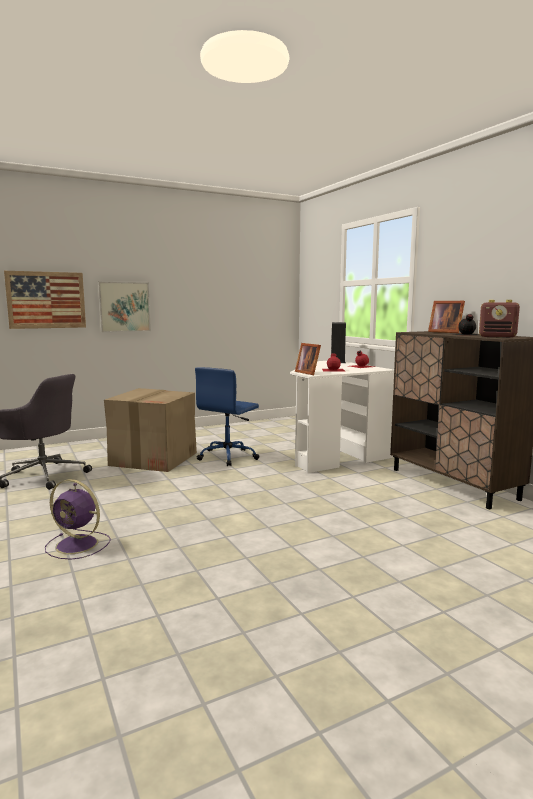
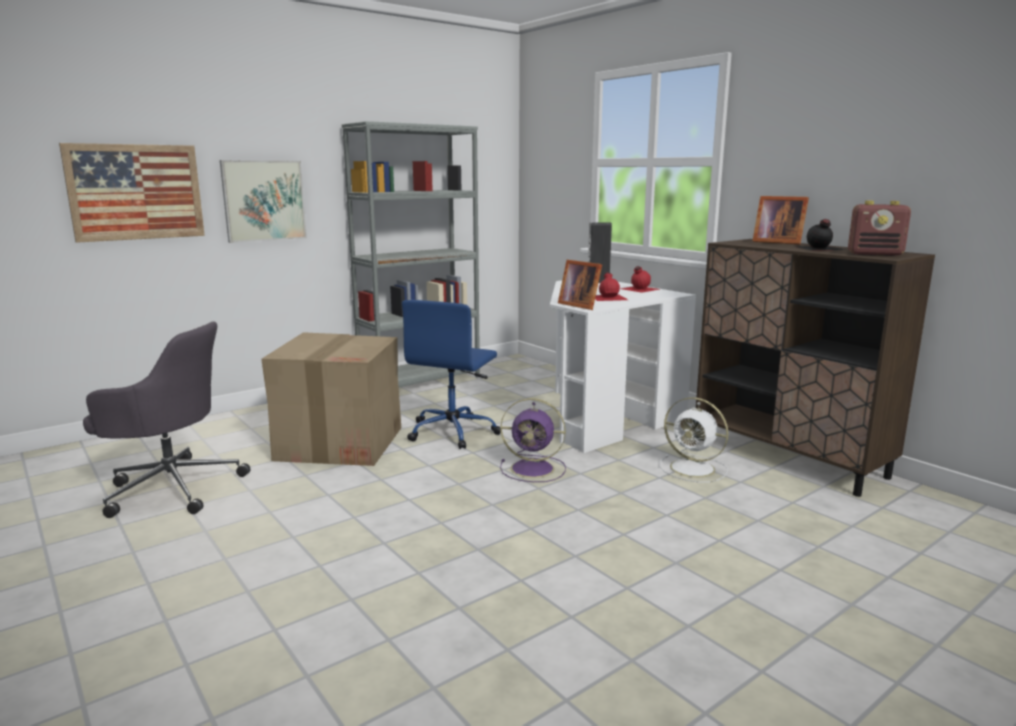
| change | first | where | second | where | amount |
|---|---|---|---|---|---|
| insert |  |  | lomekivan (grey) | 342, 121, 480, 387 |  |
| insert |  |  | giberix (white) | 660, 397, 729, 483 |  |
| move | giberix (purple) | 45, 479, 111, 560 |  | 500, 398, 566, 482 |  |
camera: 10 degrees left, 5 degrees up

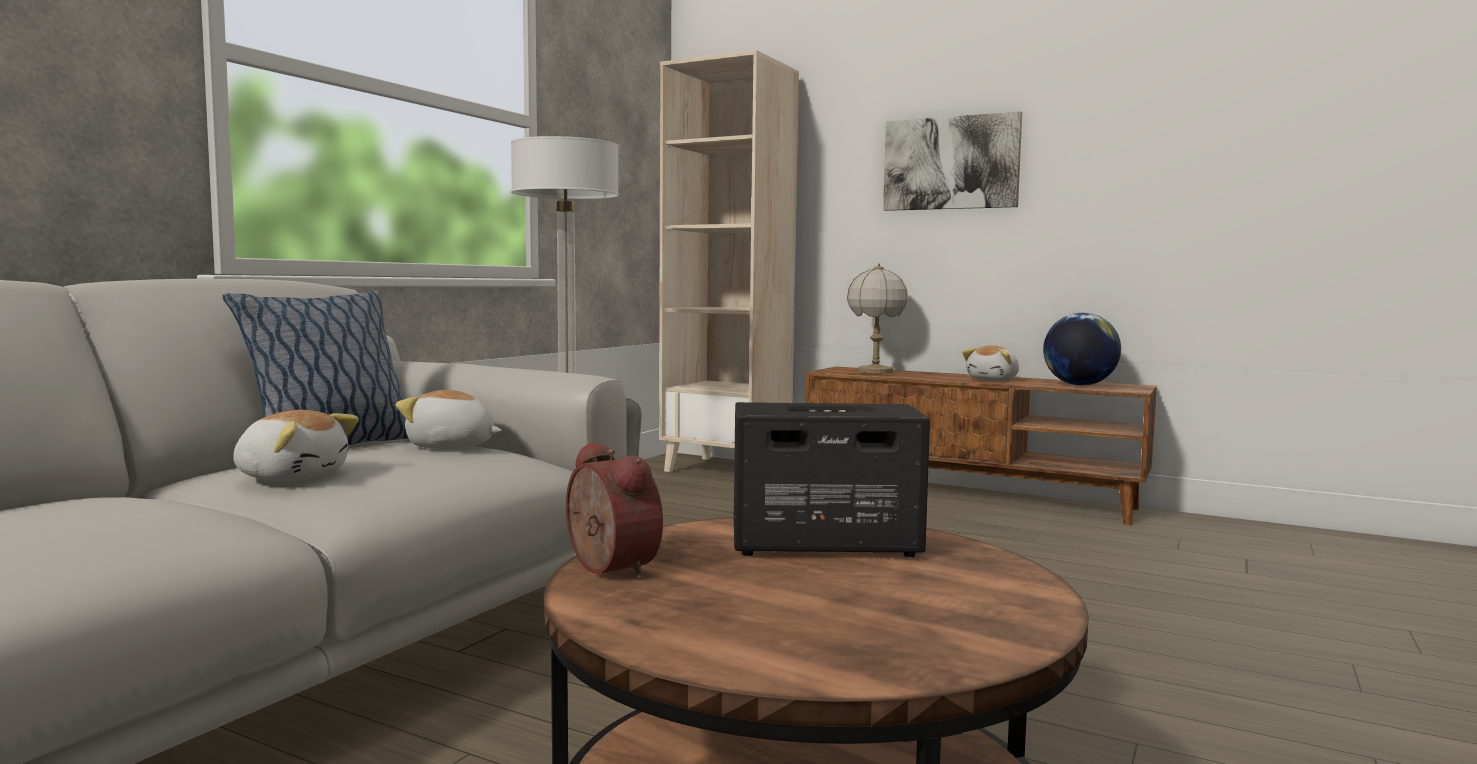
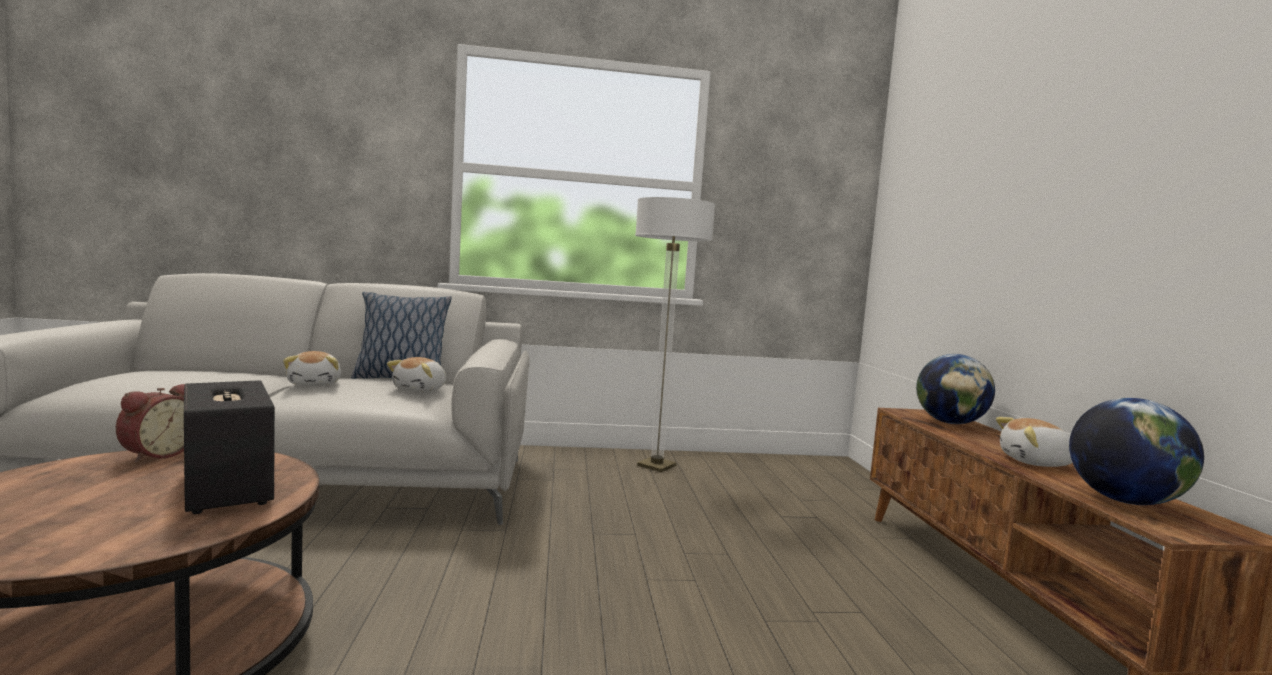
| change | first | where | second | where | amount |
|---|---|---|---|---|---|
| delete | lomekivan (beige) | 659, 50, 799, 472 |  |  |  |
| delete | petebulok | 883, 111, 1022, 211 |  |  |  |
| replace | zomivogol | 847, 263, 908, 374 | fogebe | 916, 354, 995, 424 |  |
| rotate | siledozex | 396, 390, 502, 449 |  | 387, 357, 446, 392 | 135 degrees counterclockwise |
camera: 55 degrees right, 0 degrees up

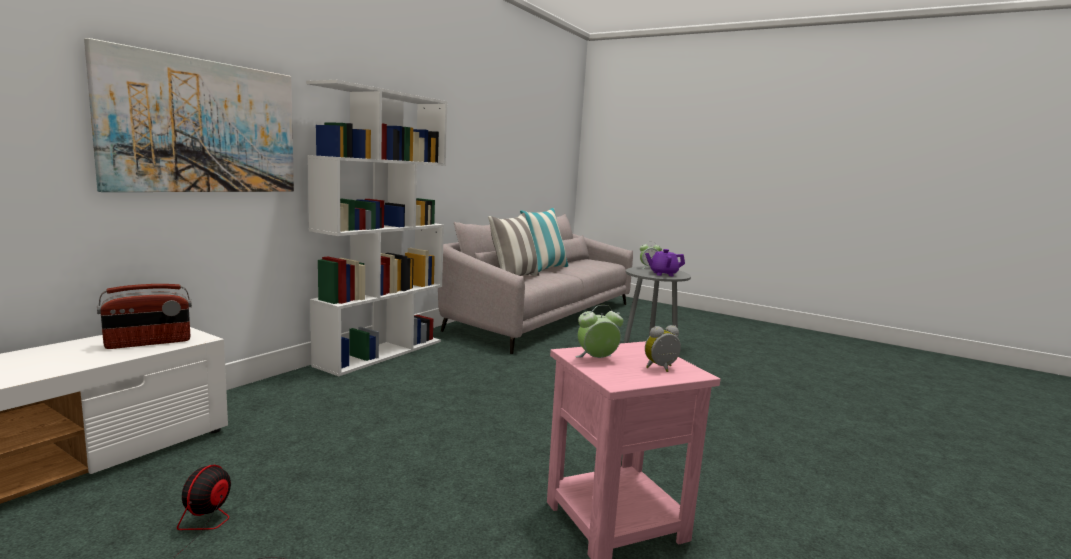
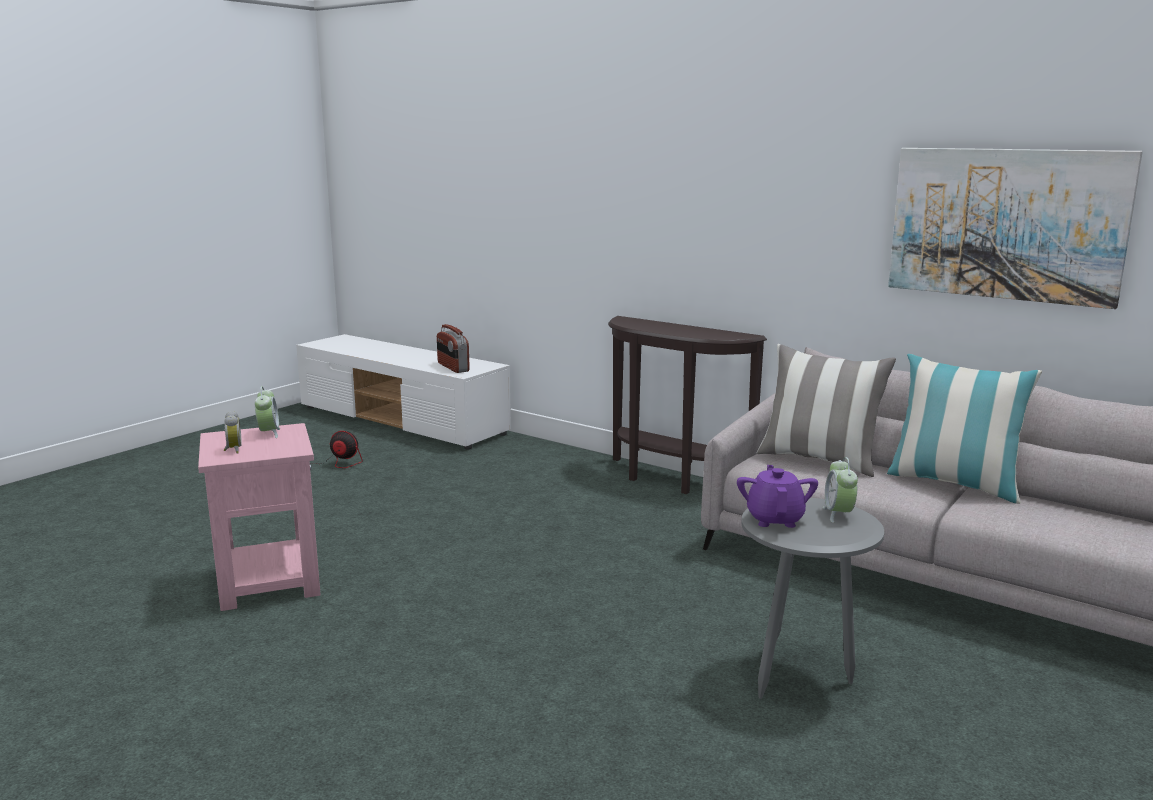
| change | first | where | second | where | amount |
|---|---|---|---|---|---|
| move | petebulok | 84, 38, 294, 192 |  | 888, 148, 1143, 309 |  |
| replace | lomekivan (white) | 306, 80, 448, 376 | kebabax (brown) | 608, 316, 767, 494 |  |
camera: 95 degrees right, 5 degrees up

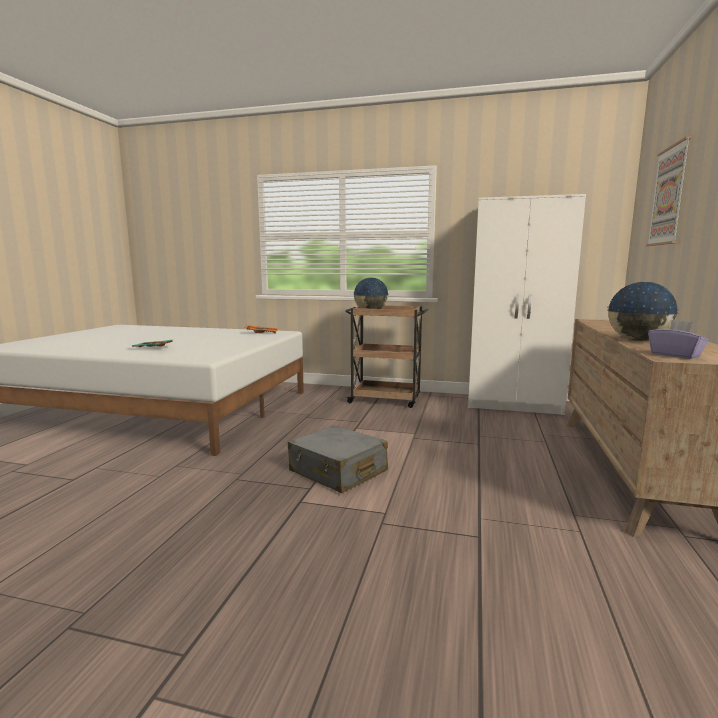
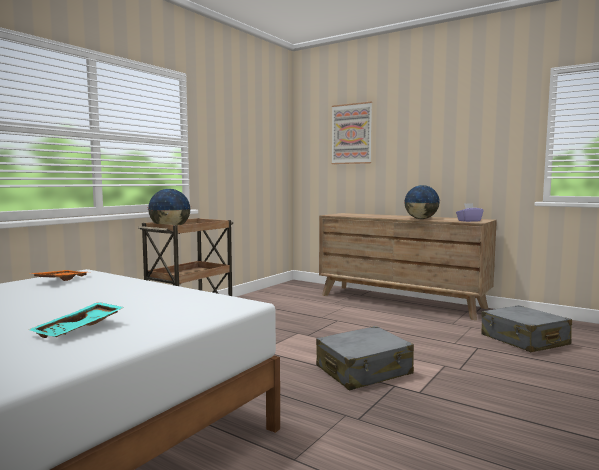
| change | first | where | second | where | amount |
|---|---|---|---|---|---|
| delete | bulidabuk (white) | 468, 194, 586, 415 |  |  |  |
| insert |  |  | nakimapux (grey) | 481, 305, 572, 352 |  |
camera: 70 degrees left, 5 degrees down

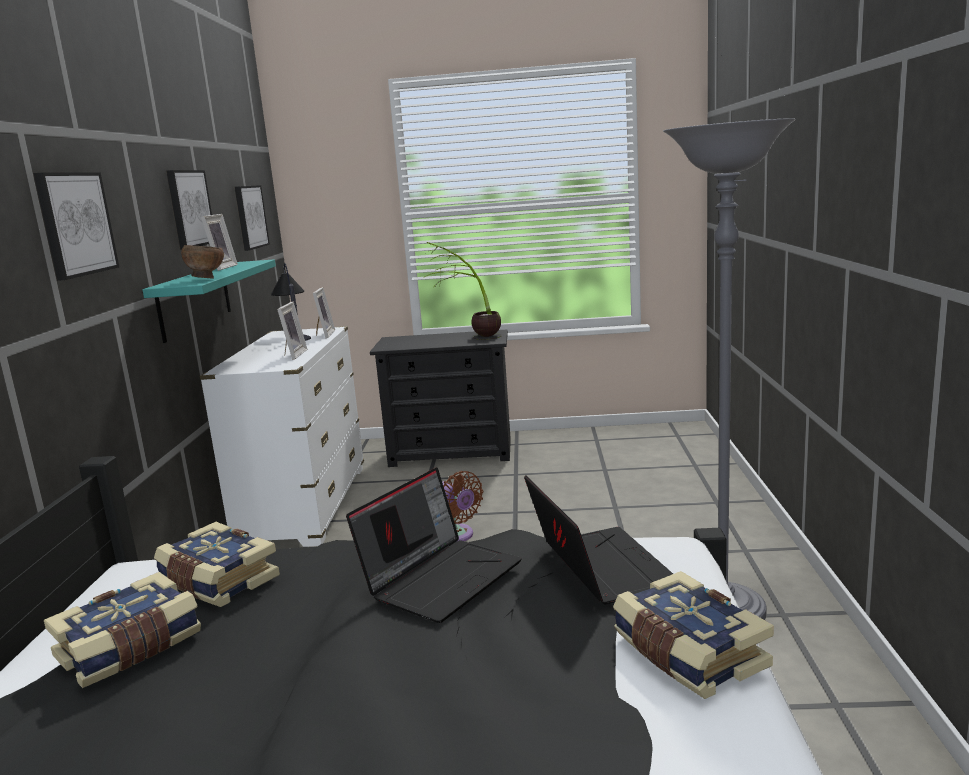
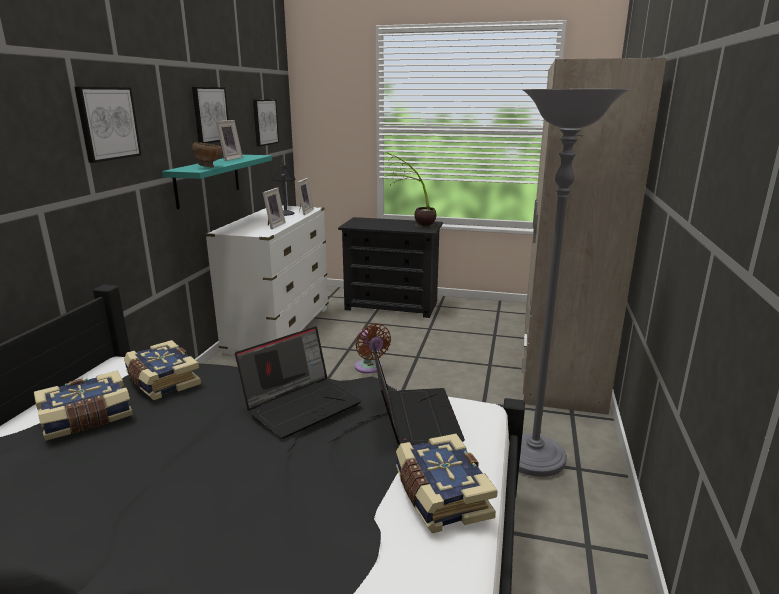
| change | first | where | second | where | amount |
|---|---|---|---|---|---|
| insert |  |  | bulidabuk (beige) | 522, 58, 667, 415 |  |
camera: 10 degrees right, 5 degrees up

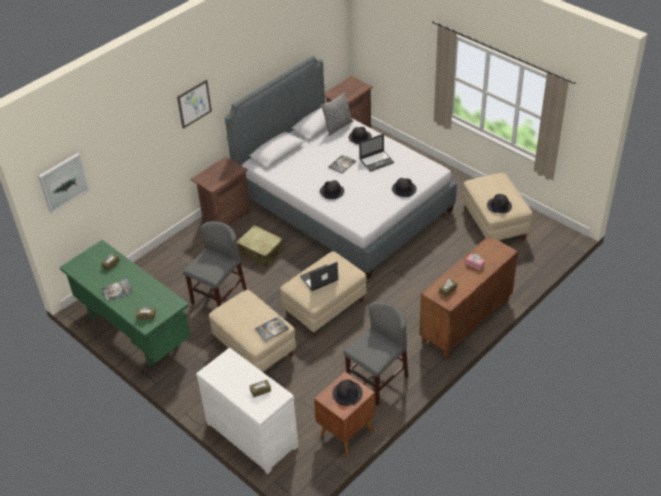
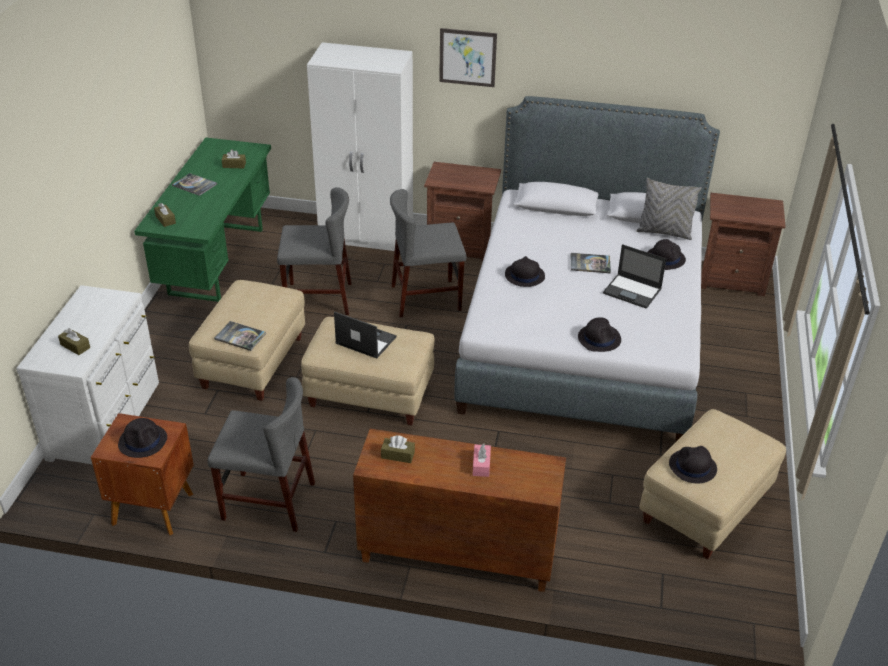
| change | first | where | second | where | amount |
|---|---|---|---|---|---|
| delete | petebulok | 38, 153, 89, 213 |  |  |  |
| insert |  |  | bulidabuk (white) | 307, 42, 413, 251 |  |
| replace | nakimapux (beige) | 237, 225, 284, 266 | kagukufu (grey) | 390, 189, 466, 317 |  |
camera: 55 degrees right, 5 degrees down

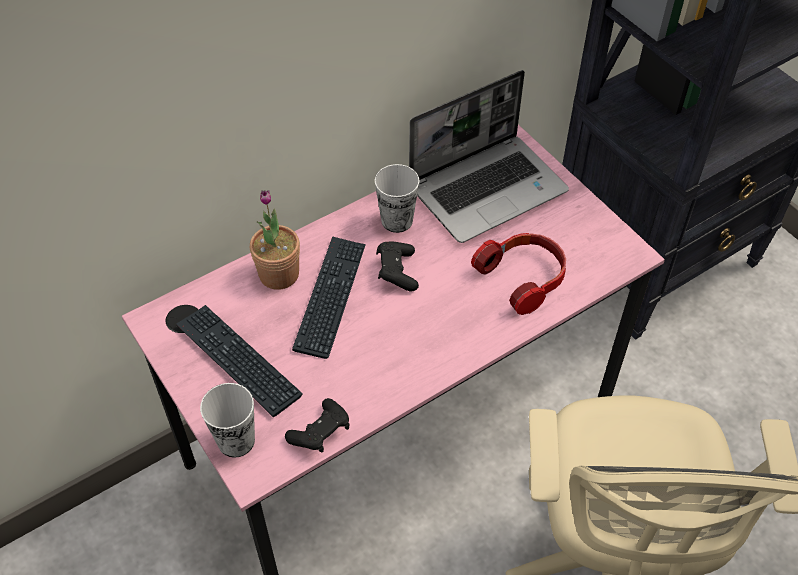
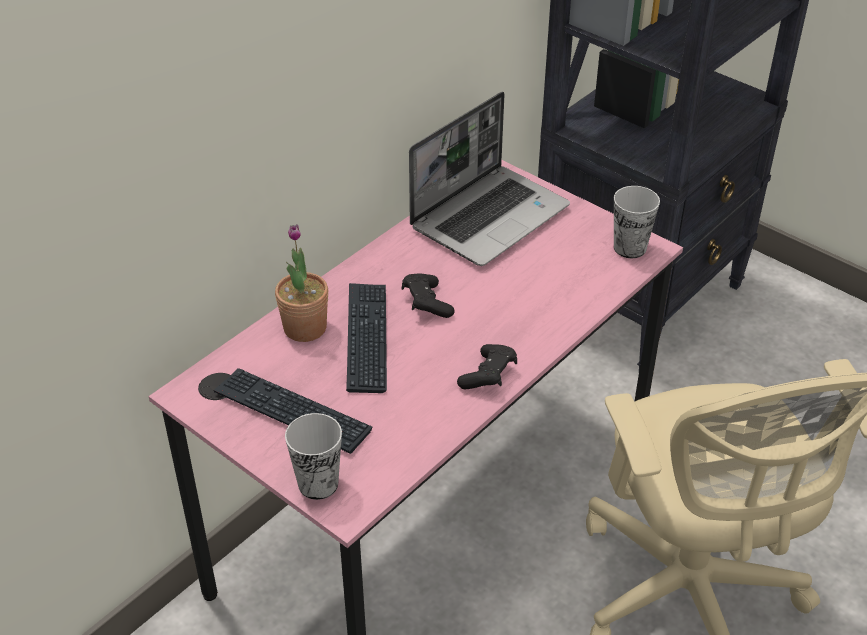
| change | first | where | second | where | amount |
|---|---|---|---|---|---|
| delete | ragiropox | 471, 233, 566, 315 |  |  |  |
| move | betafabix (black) | 285, 398, 349, 452 |  | 457, 344, 517, 389 |  |
| move | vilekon | 375, 164, 419, 233 |  | 614, 186, 660, 258 |  |
camera: 15 degrees left, 10 degrees down

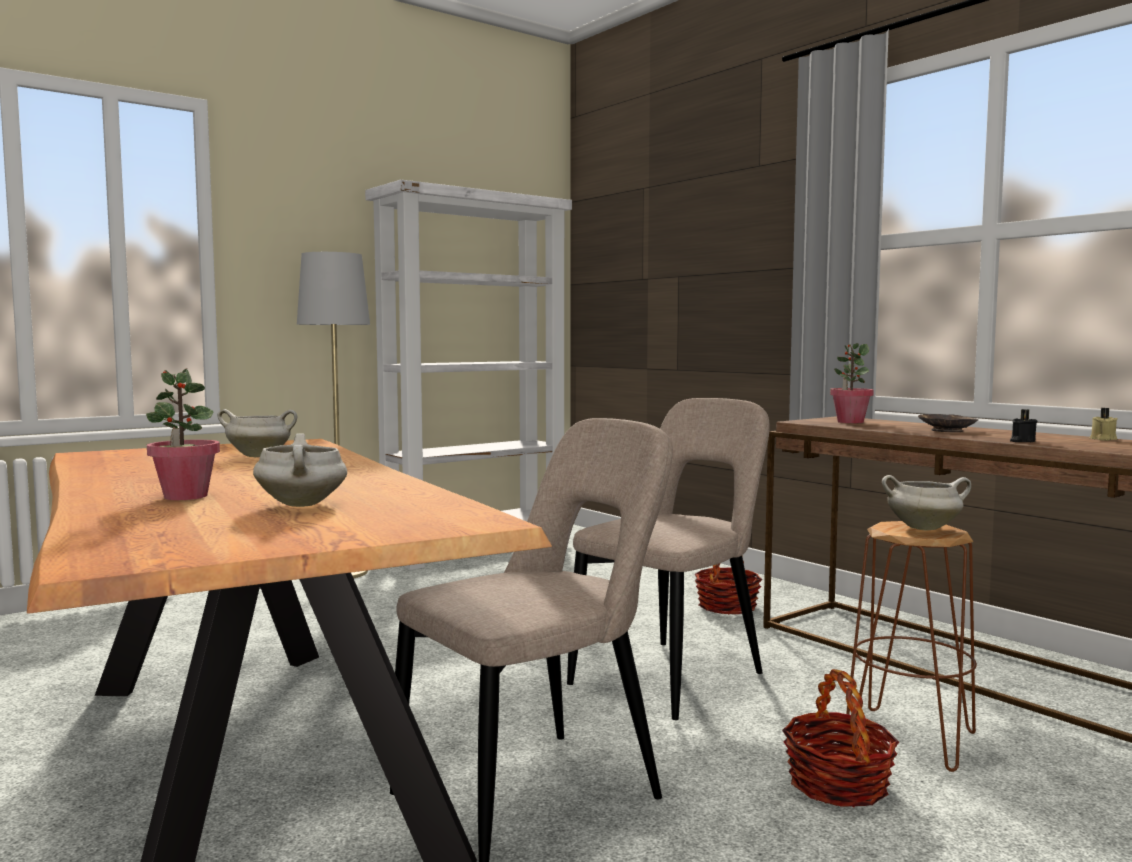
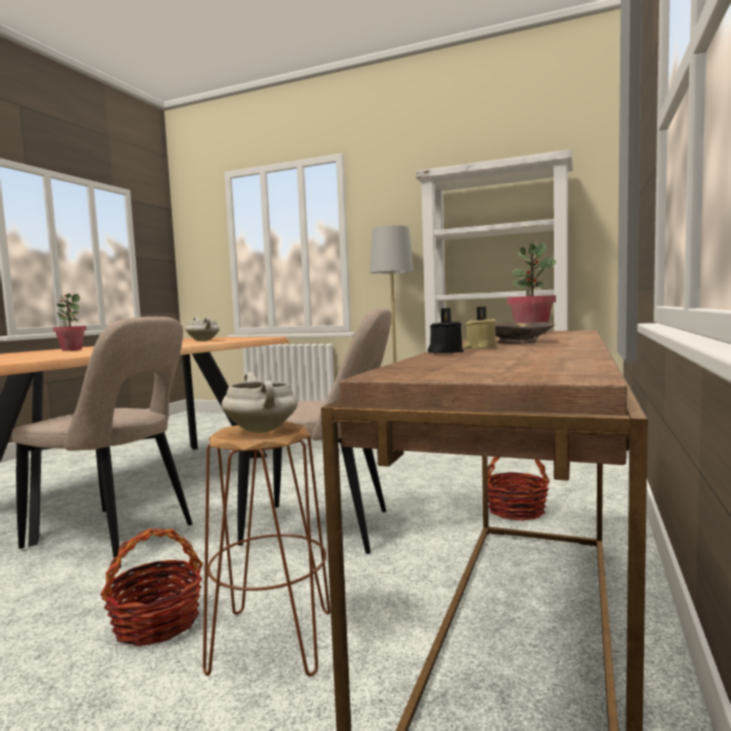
| change | first | where | second | where | amount |
|---|---|---|---|---|---|
| delete | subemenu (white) | 253, 433, 347, 507 |  |  |  |
| move | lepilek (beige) | 1090, 408, 1118, 441 |  | 463, 307, 497, 349 |  |
camera: 60 degrees right, 0 degrees up

